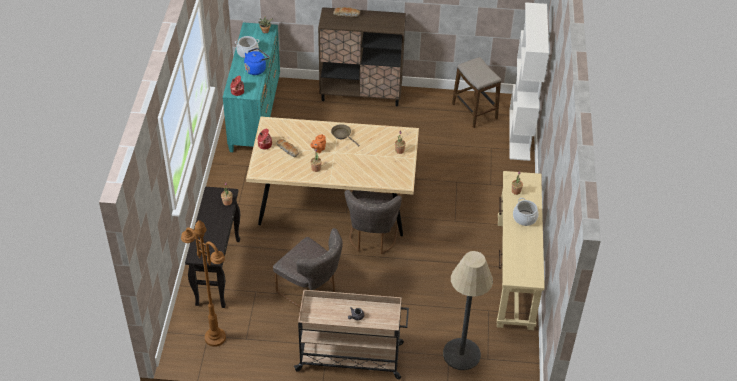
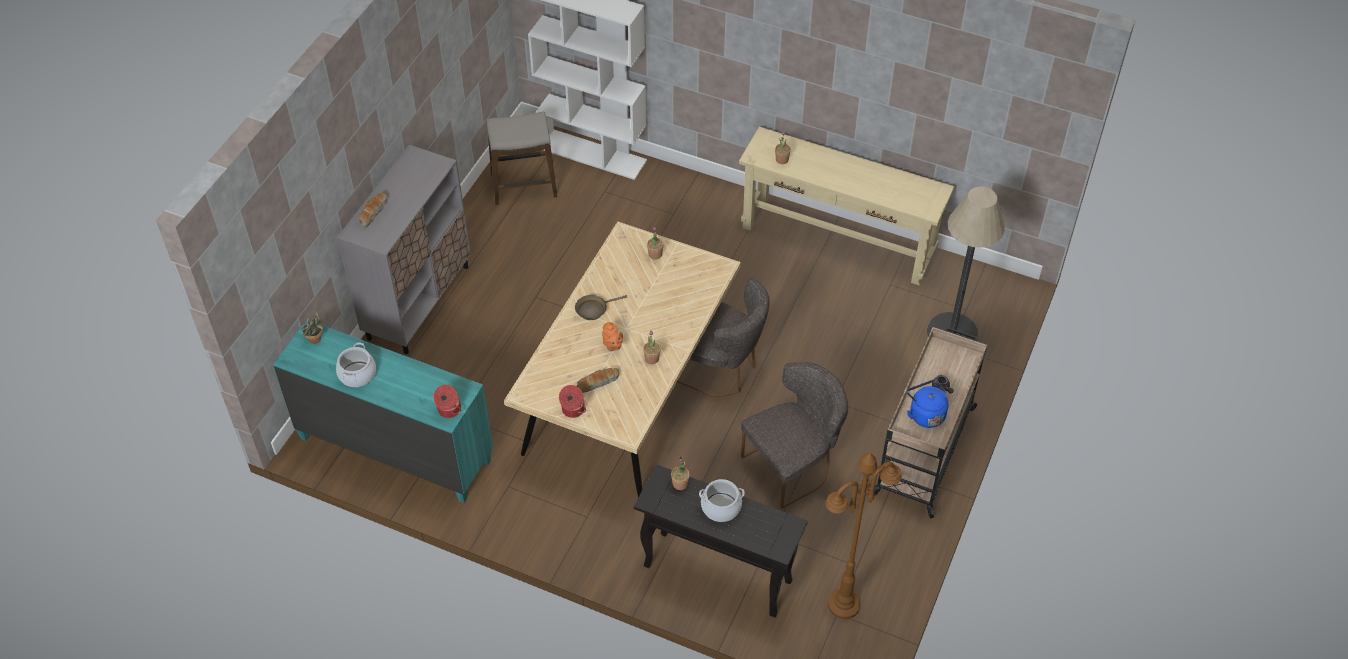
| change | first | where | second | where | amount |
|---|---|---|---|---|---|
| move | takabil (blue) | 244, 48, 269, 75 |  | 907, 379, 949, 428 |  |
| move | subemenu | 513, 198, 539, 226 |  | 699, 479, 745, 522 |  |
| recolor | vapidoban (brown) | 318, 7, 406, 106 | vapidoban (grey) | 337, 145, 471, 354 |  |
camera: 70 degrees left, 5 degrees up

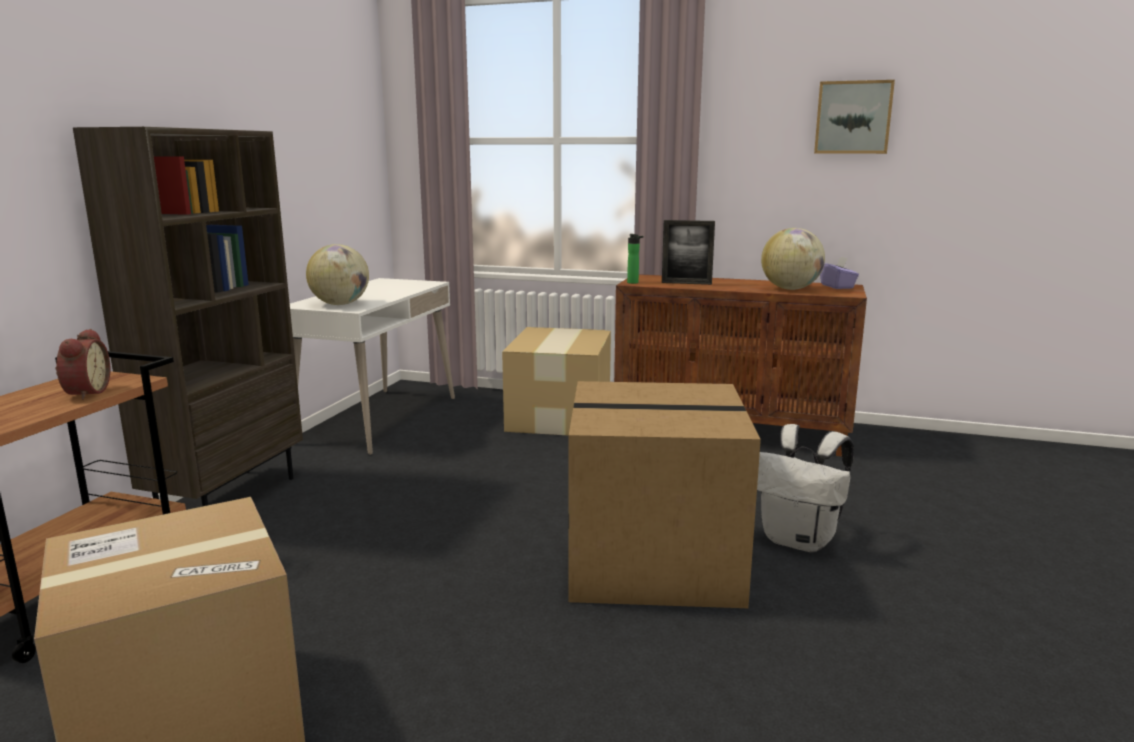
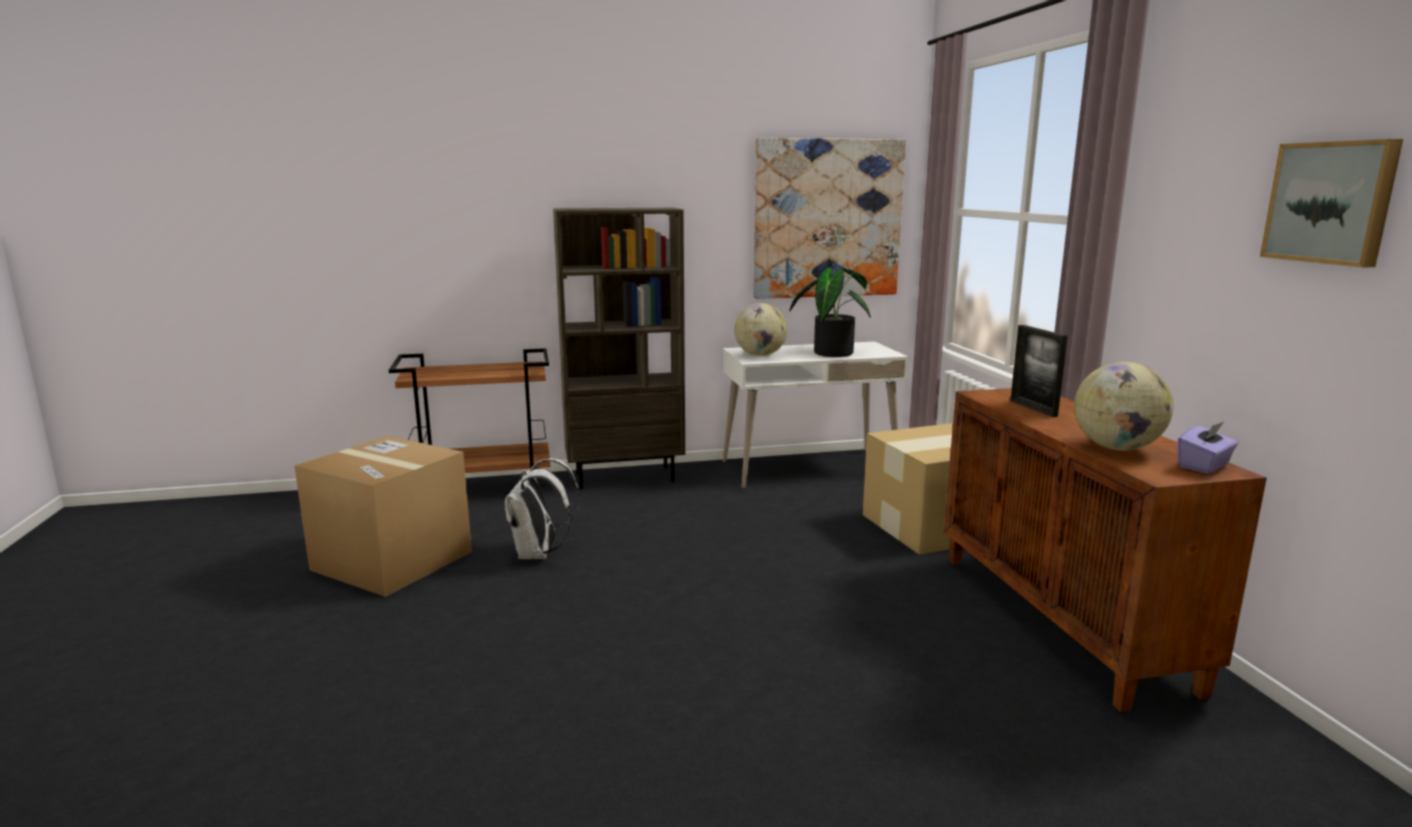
| change | first | where | second | where | amount |
|---|---|---|---|---|---|
| delete | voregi | 55, 329, 110, 400 |  |  |  |
| delete | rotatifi | 568, 381, 761, 608 |  |  |  |
| delete | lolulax | 627, 234, 643, 284 |  |  |  |
| insert |  |  | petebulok | 753, 138, 906, 299 |  |
| insert |  |  | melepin | 789, 267, 871, 357 |  |
| move | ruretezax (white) | 757, 424, 854, 552 |  | 505, 458, 581, 559 |  |
camera: 60 degrees right, 0 degrees up

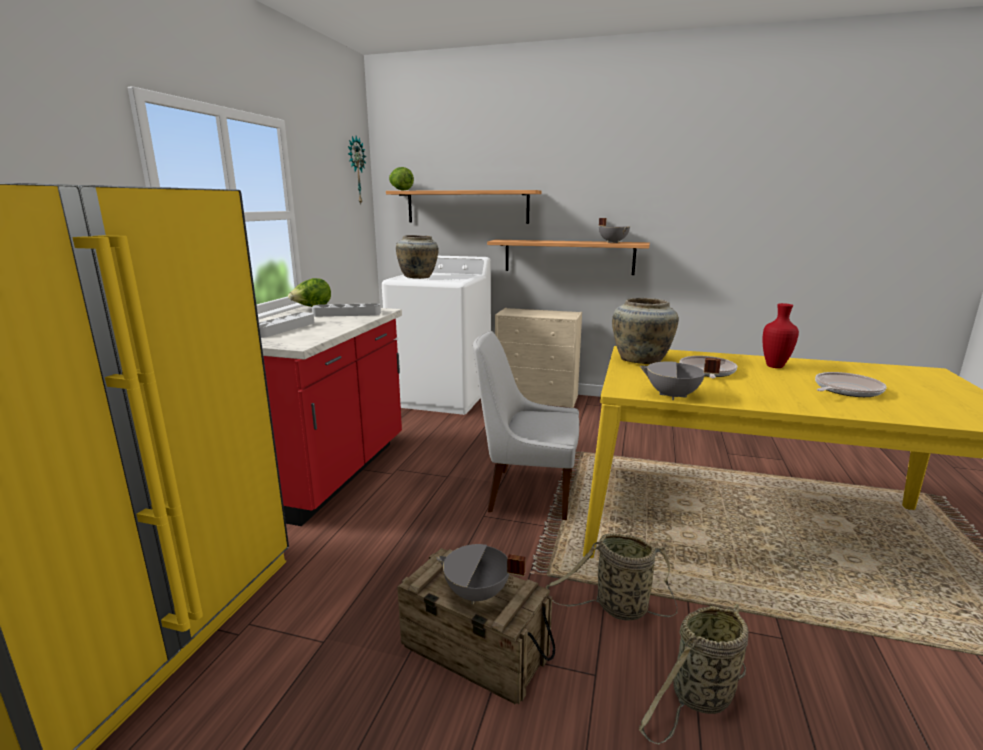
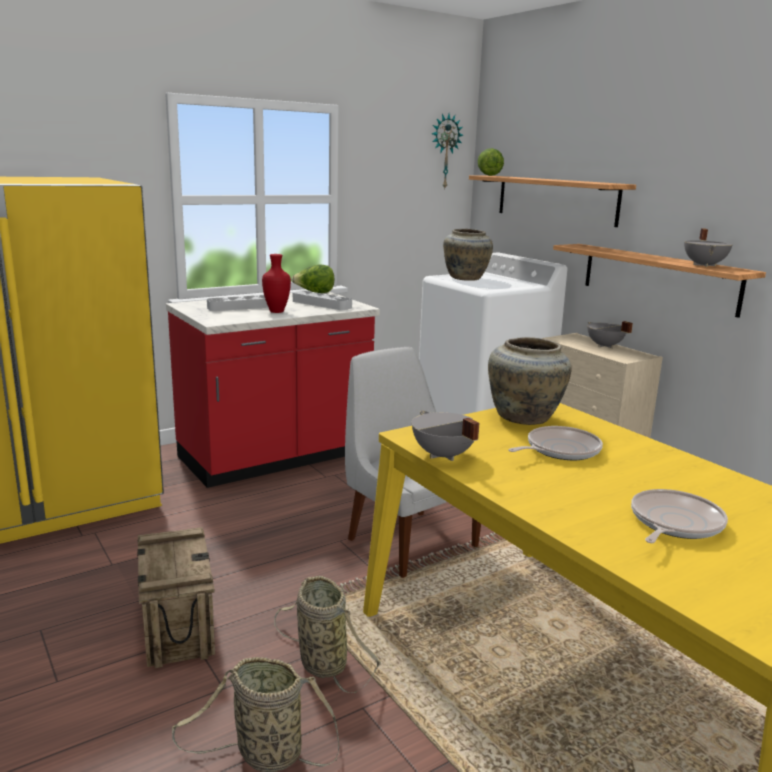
| change | first | where | second | where | amount |
|---|---|---|---|---|---|
| move | subemenu (grey) | 436, 544, 526, 604 |  | 587, 321, 633, 348 |  |
| move | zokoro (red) | 763, 303, 799, 368 |  | 262, 254, 291, 313 |  |
| rotate | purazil | 815, 372, 887, 397 |  | 631, 489, 728, 543 | 60 degrees counterclockwise |
camera: 40 degrees right, 0 degrees up

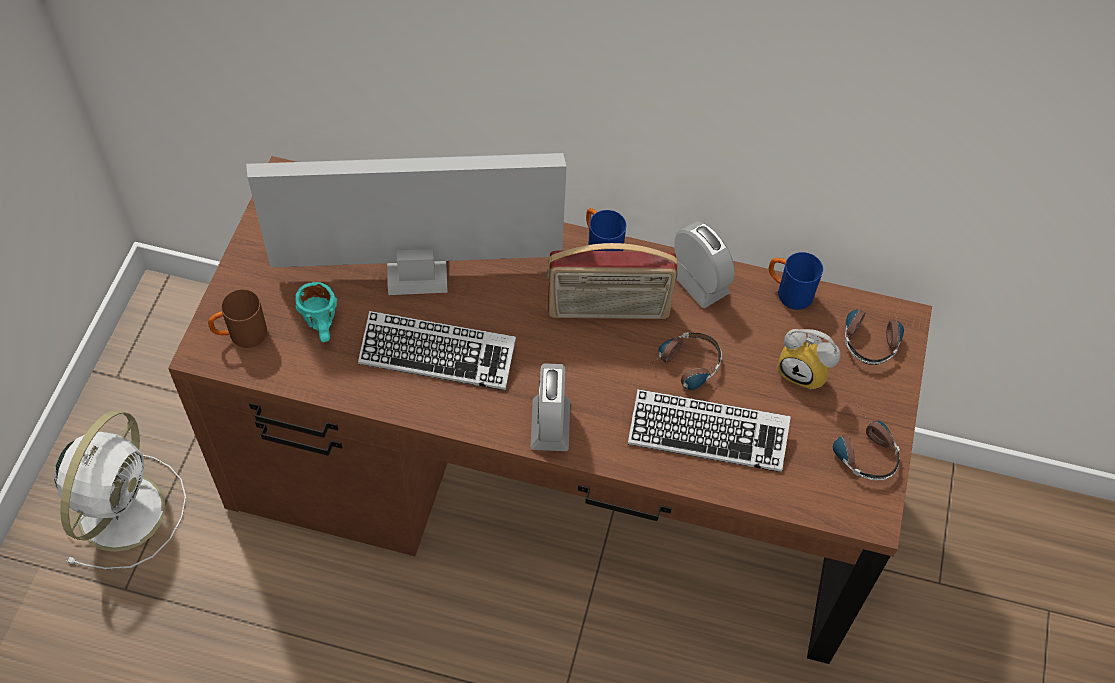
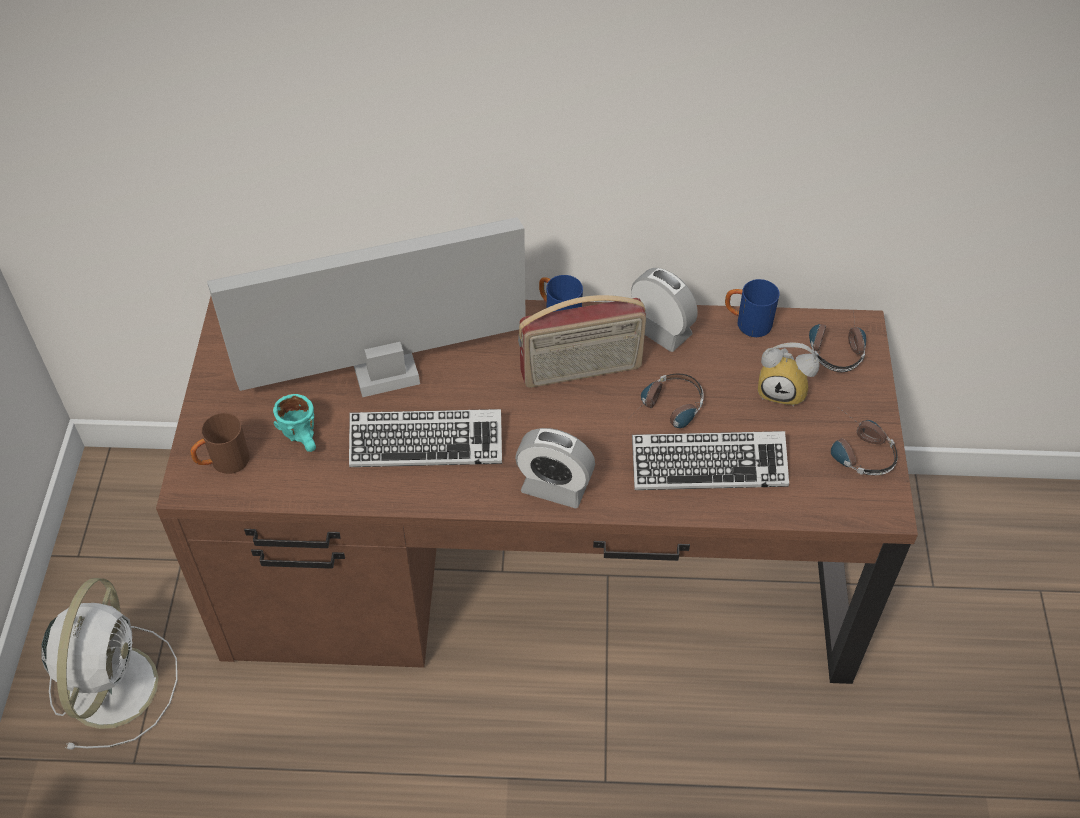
| change | first | where | second | where | amount |
|---|---|---|---|---|---|
| rotate | voregi | 530, 363, 570, 451 |  | 515, 428, 595, 508 | 60 degrees counterclockwise |
camera: 10 degrees left, 5 degrees down

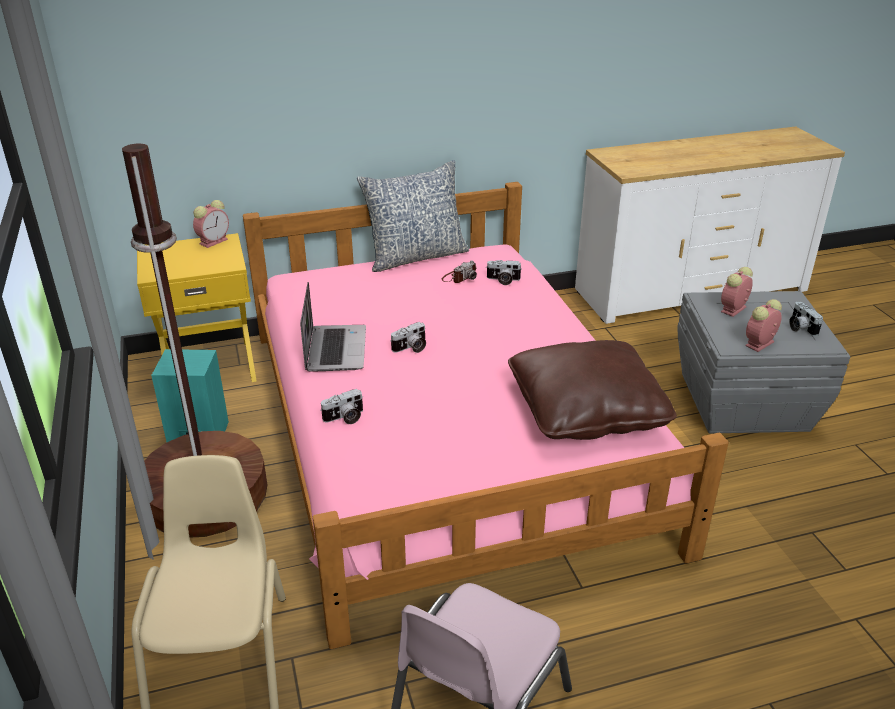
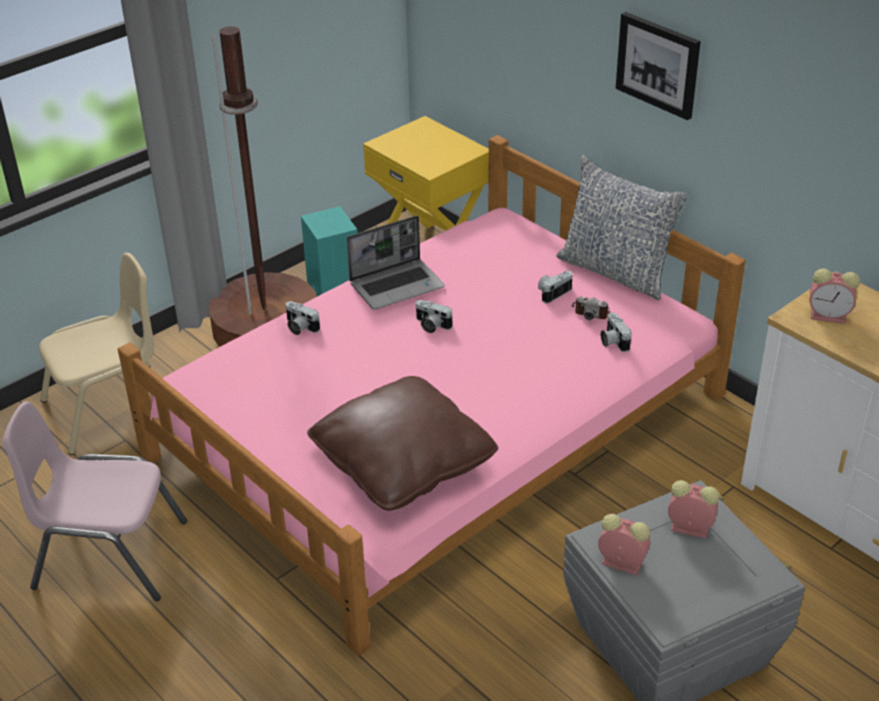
| change | first | where | second | where | amount |
|---|---|---|---|---|---|
| insert |  |  | petebulok | 616, 12, 701, 120 |  |
| move | voregi | 193, 200, 229, 248 |  | 810, 269, 860, 324 |  |
| move | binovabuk | 789, 302, 823, 336 |  | 538, 271, 573, 304 |  |
camera: 65 degrees right, 5 degrees up

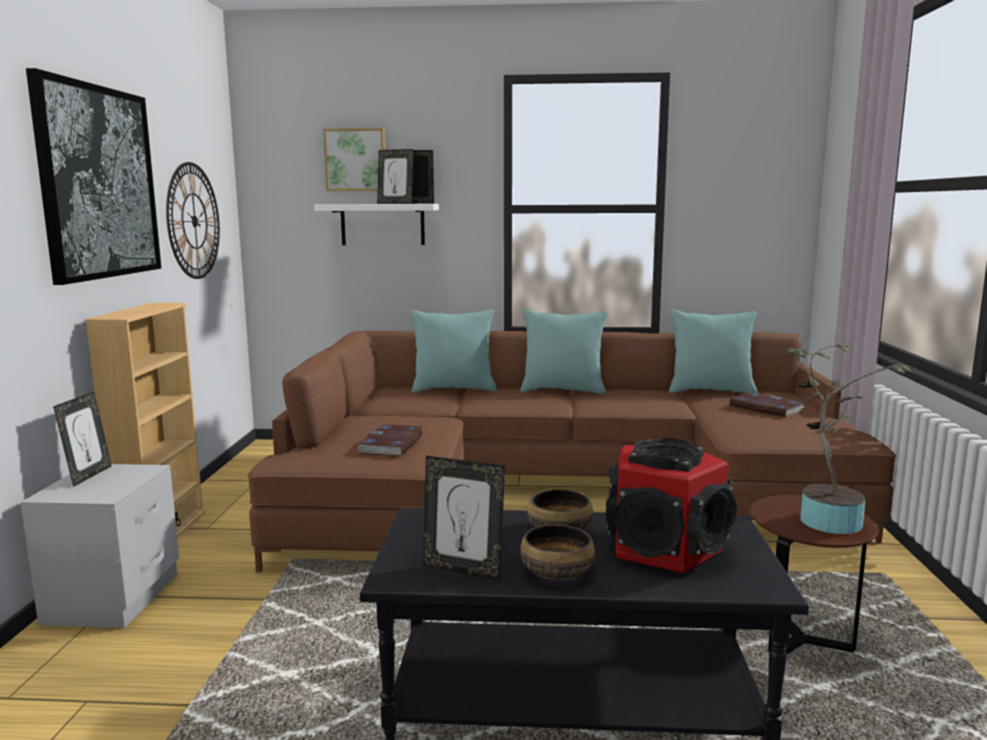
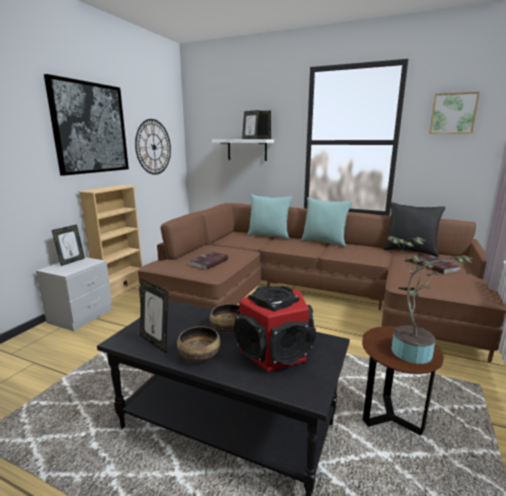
| change | first | where | second | where | amount |
|---|---|---|---|---|---|
| move | petebulok | 323, 128, 385, 191 |  | 429, 92, 480, 134 |  |
| recolor | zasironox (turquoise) | 669, 310, 758, 394 | zasironox (black) | 384, 202, 446, 257 |  |
camera: 20 degrees right, 5 degrees up

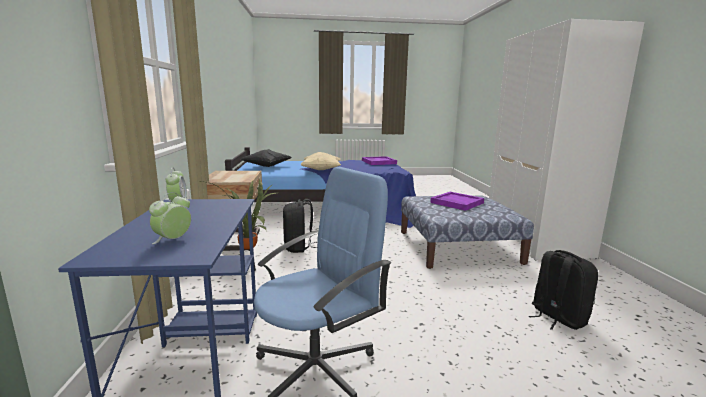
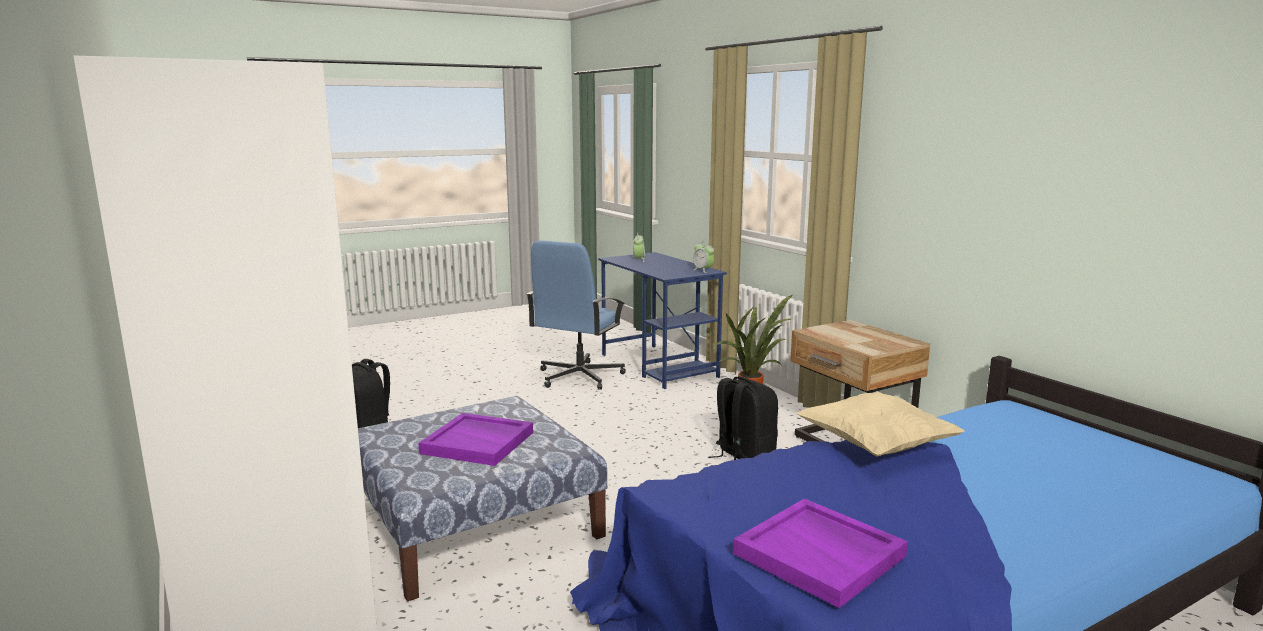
| change | first | where | second | where | amount |
|---|---|---|---|---|---|
| delete | zasironox (black) | 241, 149, 291, 167 |  |  |  |
camera: 155 degrees right, 0 degrees up

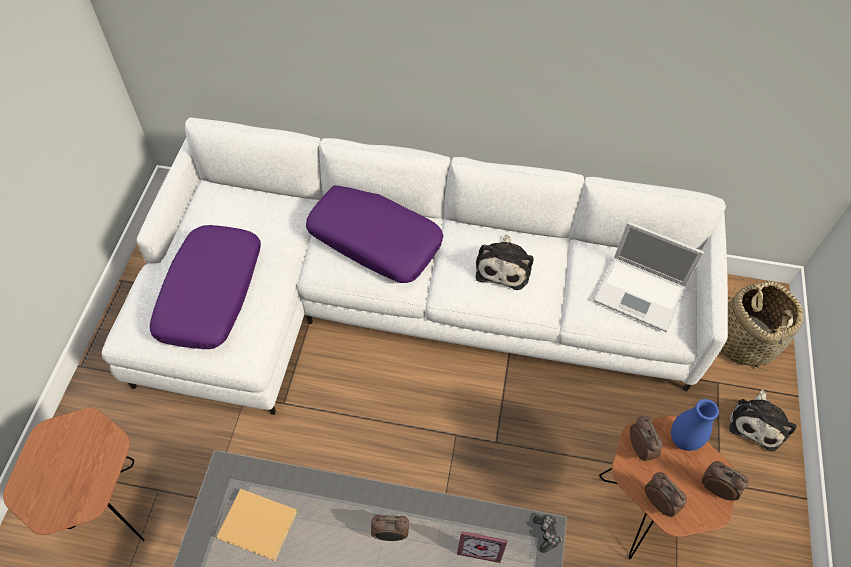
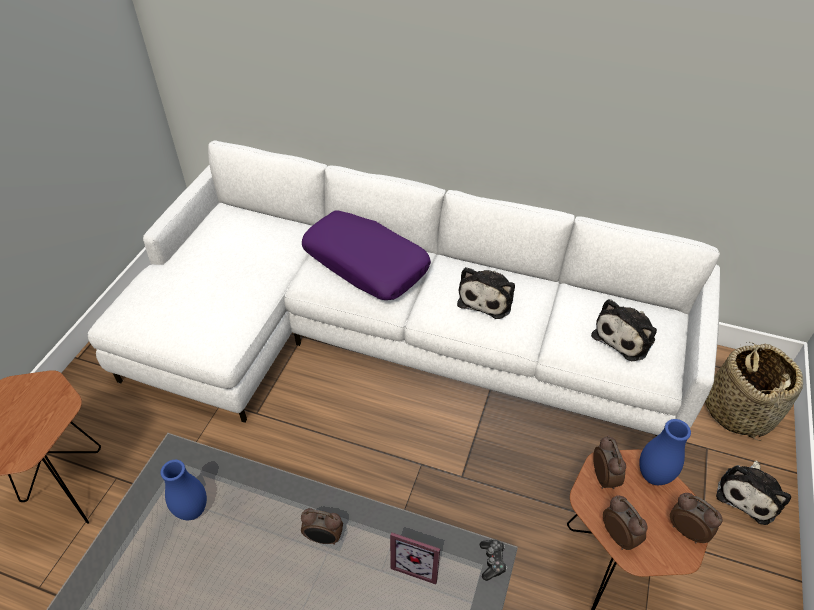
| change | first | where | second | where | amount |
|---|---|---|---|---|---|
| delete | zasironox (purple) | 150, 225, 261, 349 |  |  |  |
| replace | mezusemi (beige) | 217, 489, 297, 561 | zokoro (blue) | 160, 460, 207, 520 |  |
| replace | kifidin | 594, 221, 704, 332 | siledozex | 591, 299, 657, 361 |  |
camera: 10 degrees right, 10 degrees down

